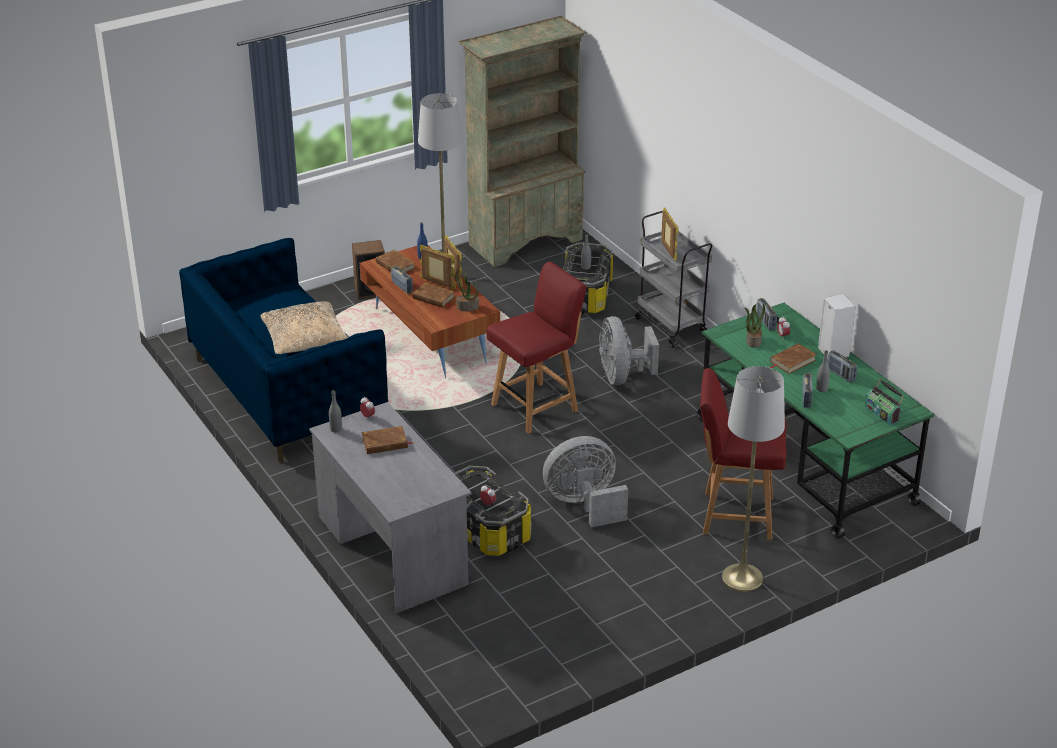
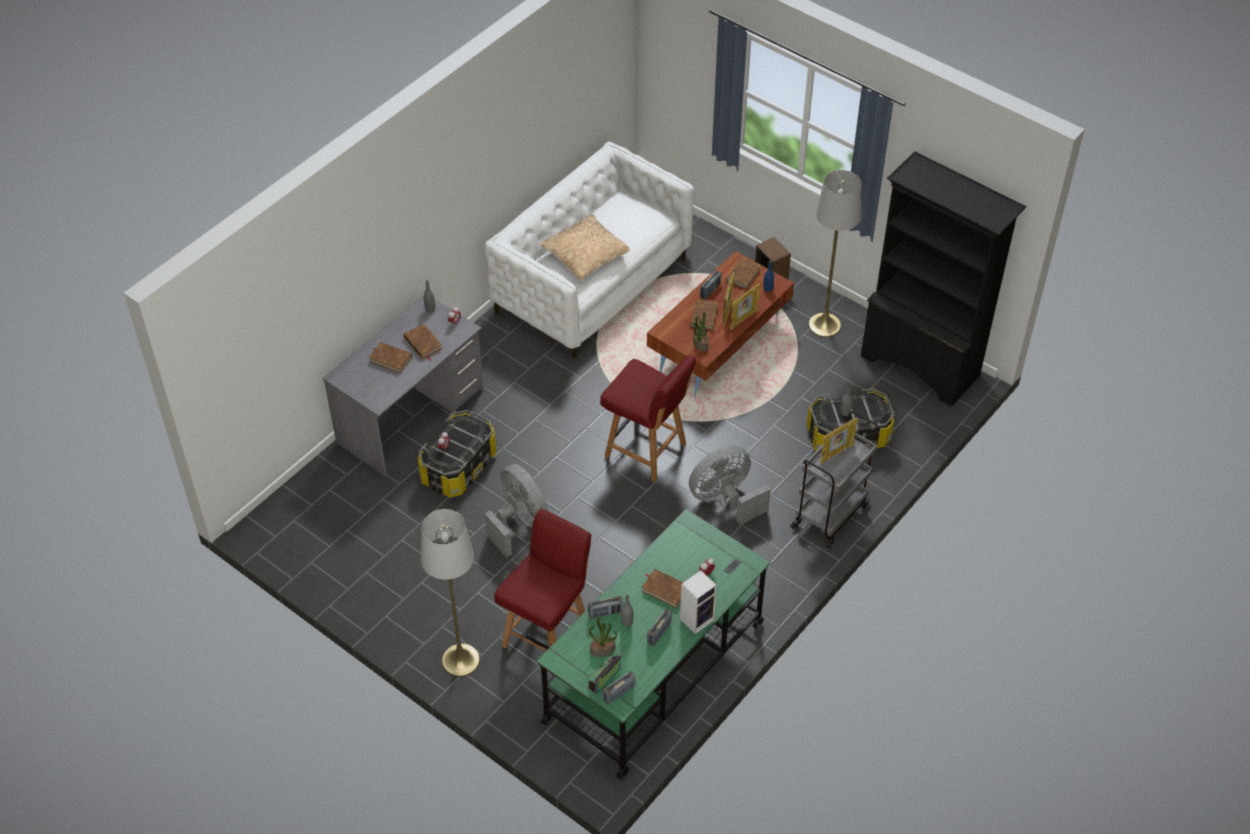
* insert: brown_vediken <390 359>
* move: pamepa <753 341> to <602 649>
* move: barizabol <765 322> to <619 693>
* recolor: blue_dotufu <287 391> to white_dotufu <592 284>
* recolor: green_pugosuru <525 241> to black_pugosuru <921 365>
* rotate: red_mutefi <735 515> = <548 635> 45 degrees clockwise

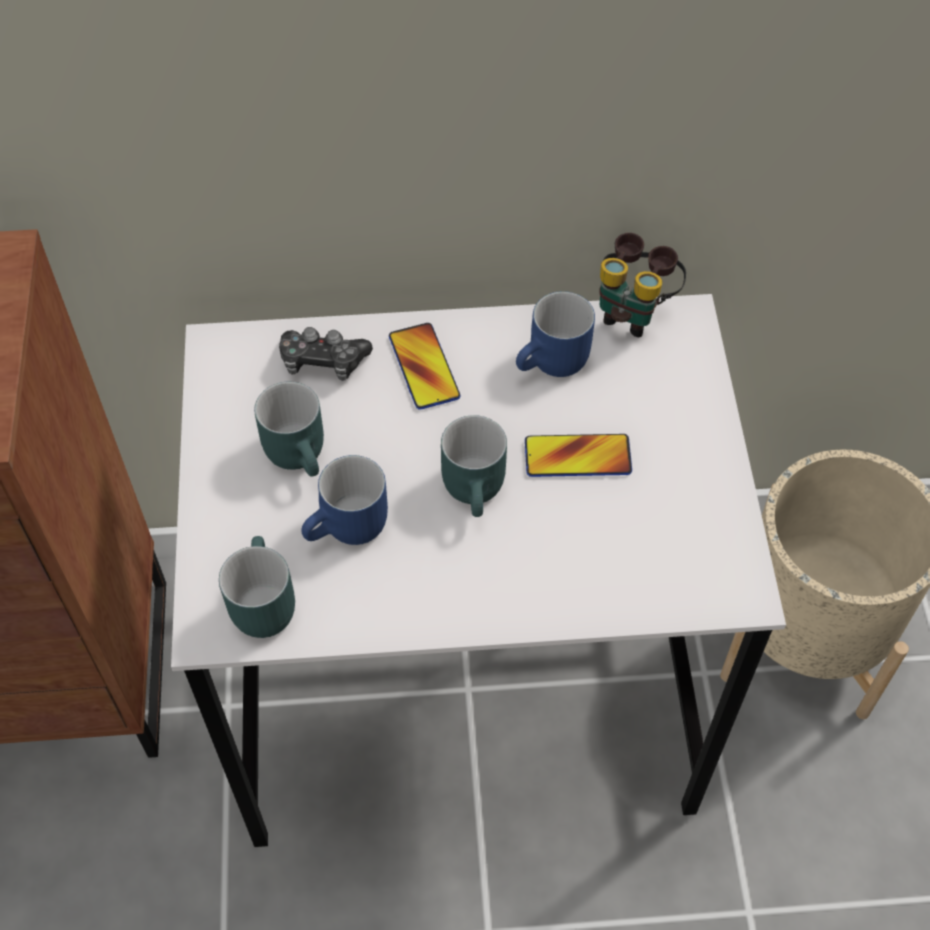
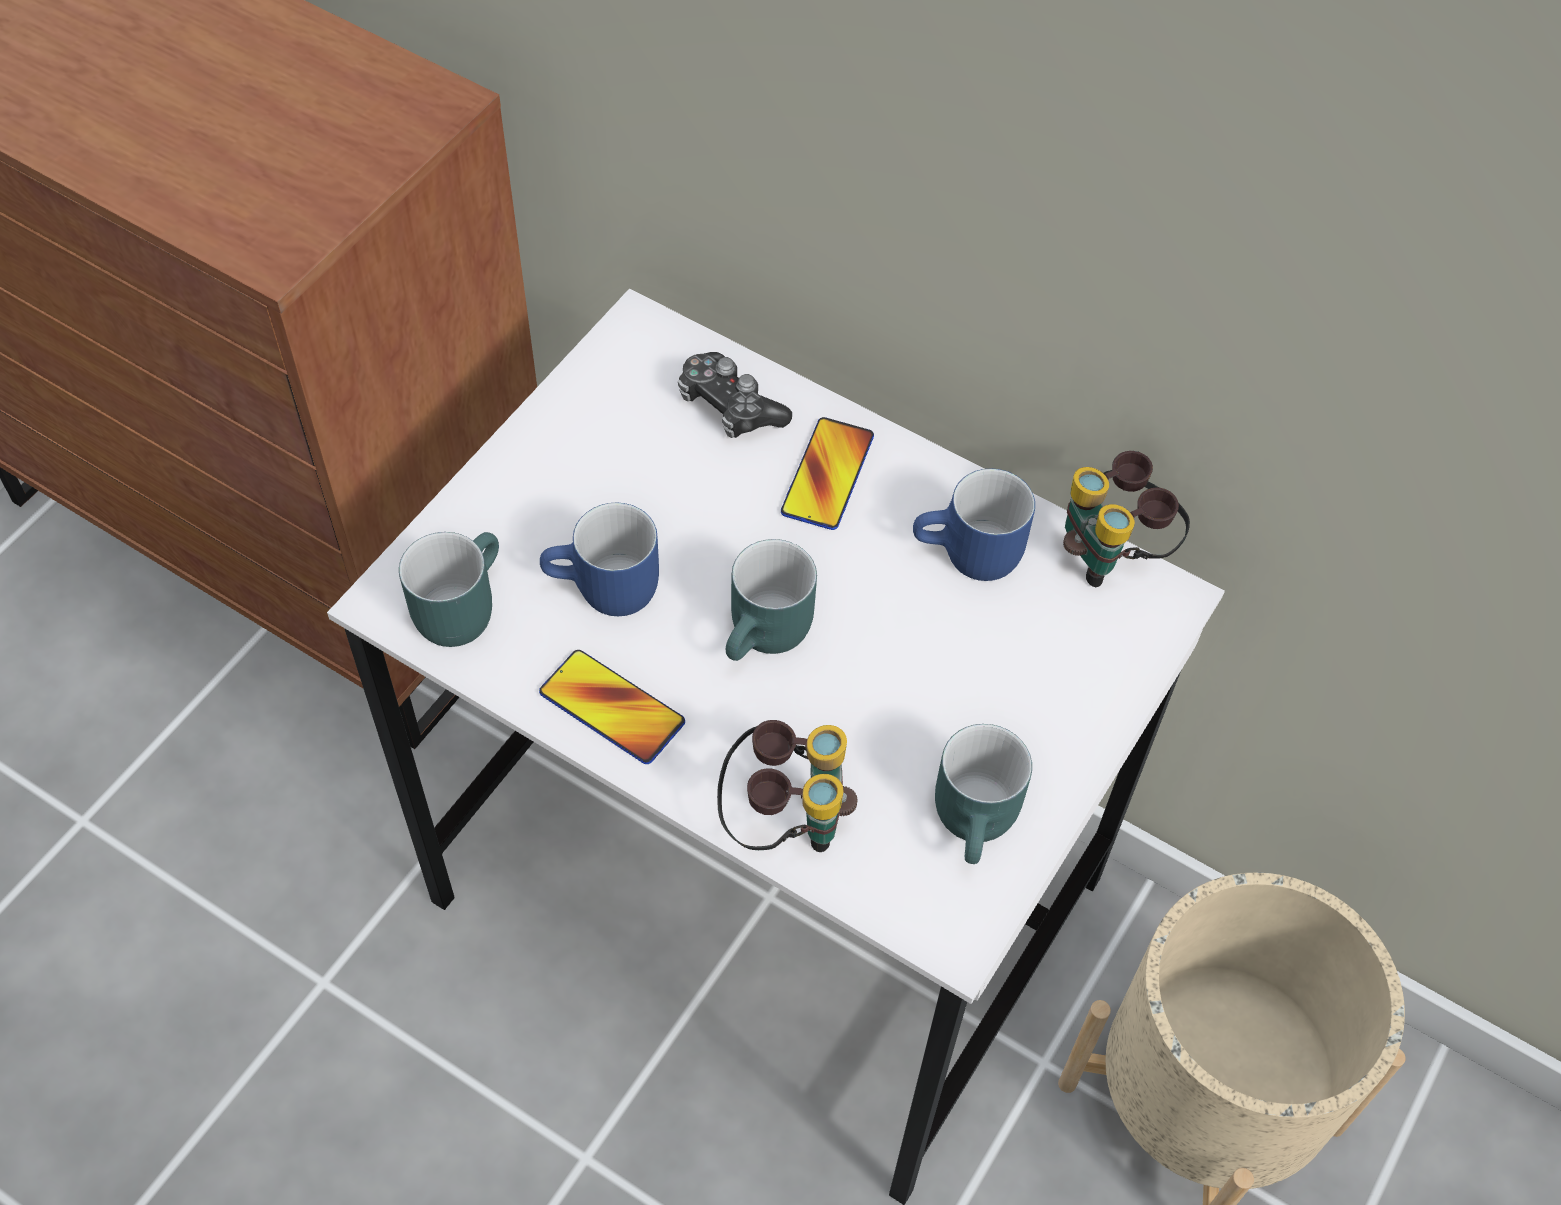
* insert: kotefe <786 820>
* move: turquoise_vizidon <302 453> to <980 823>
* move: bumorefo <577 457> to <612 708>

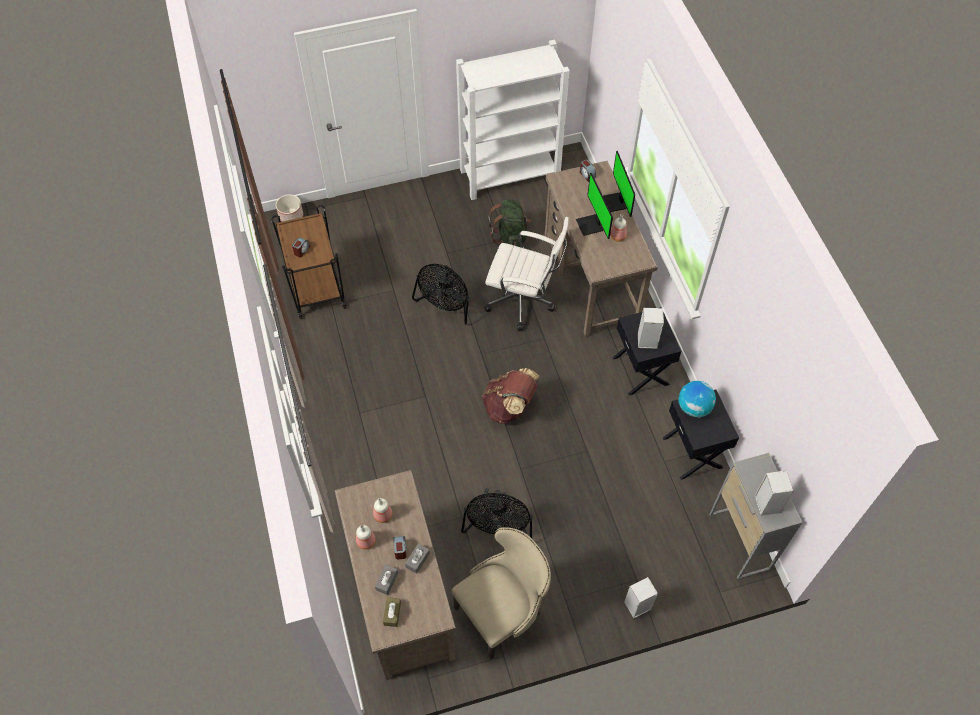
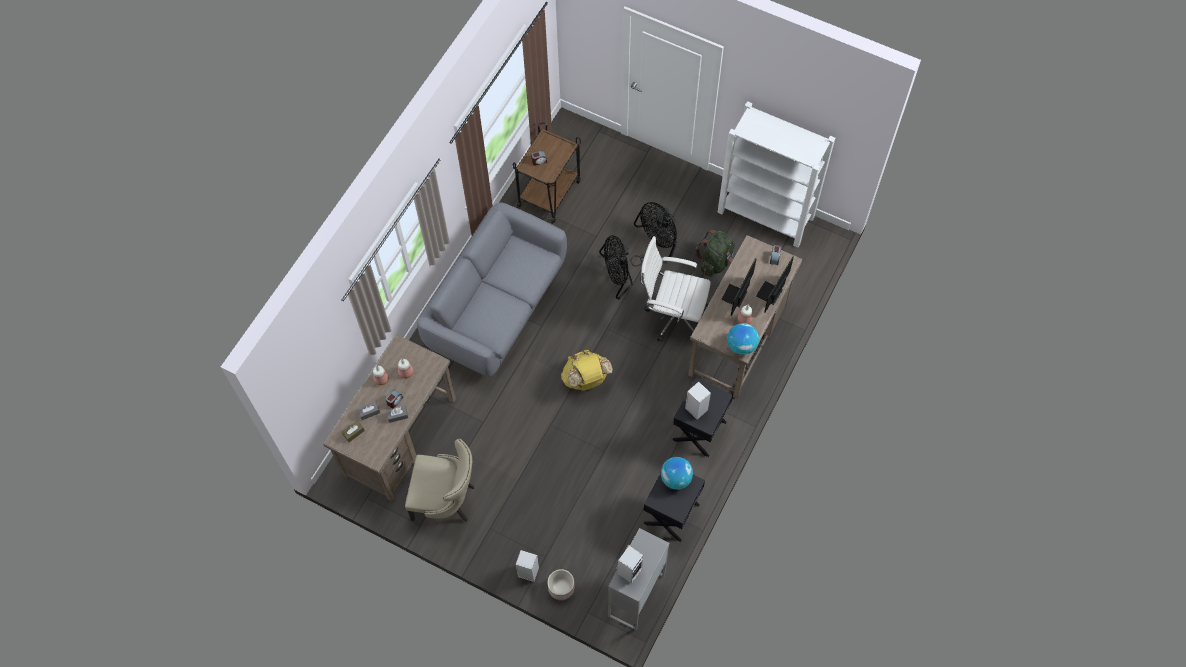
* insert: grey_dotufu <496 307>
* insert: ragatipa <741 345>
* move: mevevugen <291 216> to <561 588>
* move: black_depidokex <496 523> to <660 237>
* recolor: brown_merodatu <509 407> to yellow_merodatu <586 379>
* rotate: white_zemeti <523 302> = <673 316> 135 degrees clockwise

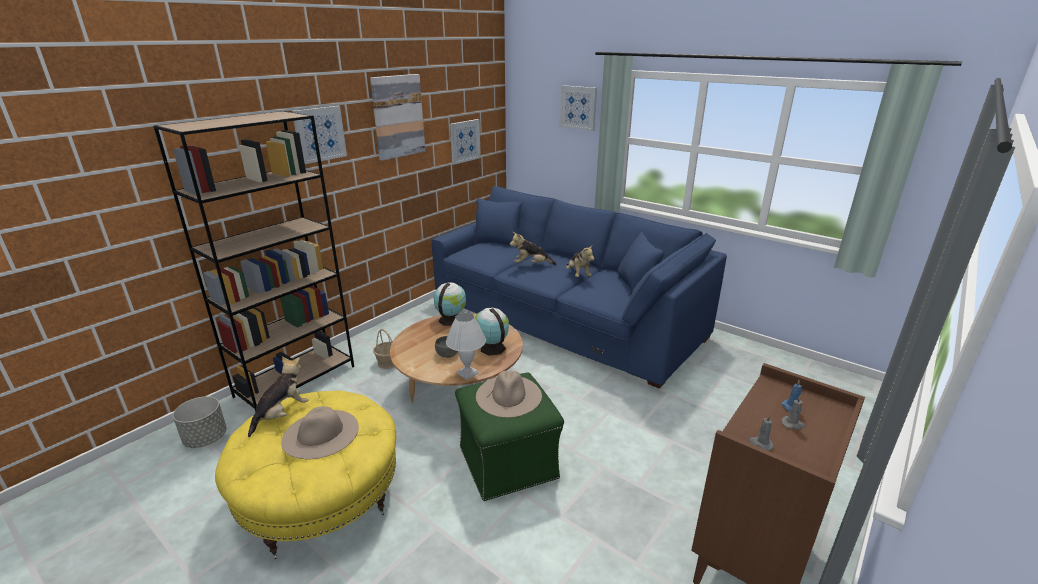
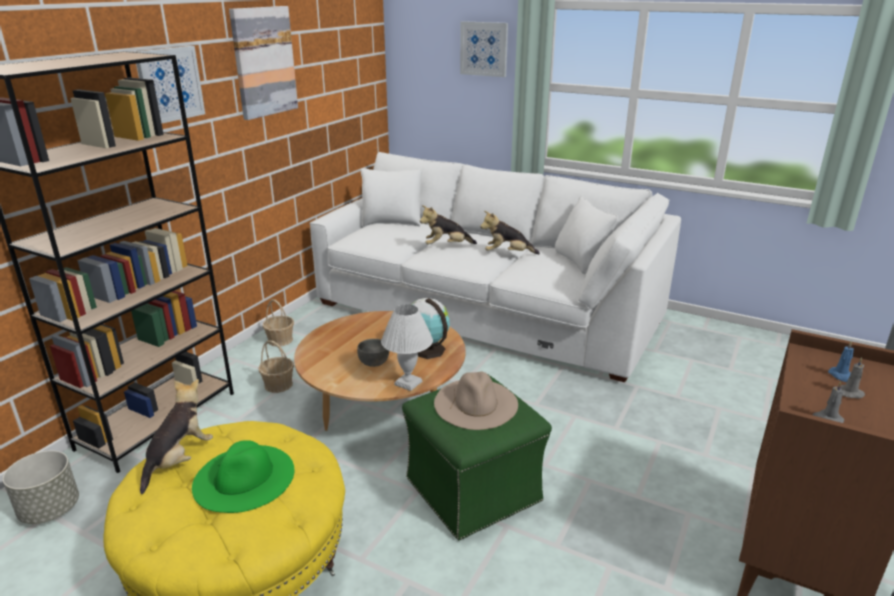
* delete: ragatipa <450 319>
* delete: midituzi <464 141>
* insert: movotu <280 340>
* recolor: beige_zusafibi <320 434> to green_zusafibi <244 478>
* recolor: blue_dotufu <564 319> to white_dotufu <486 312>
* rotate: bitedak <578 275> = <507 254> 120 degrees clockwise

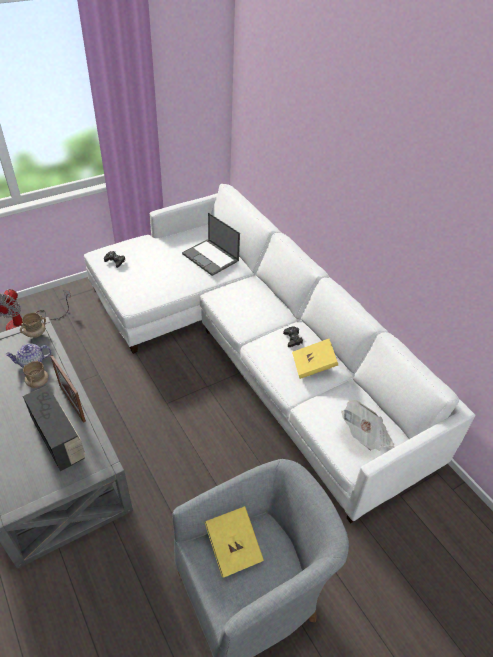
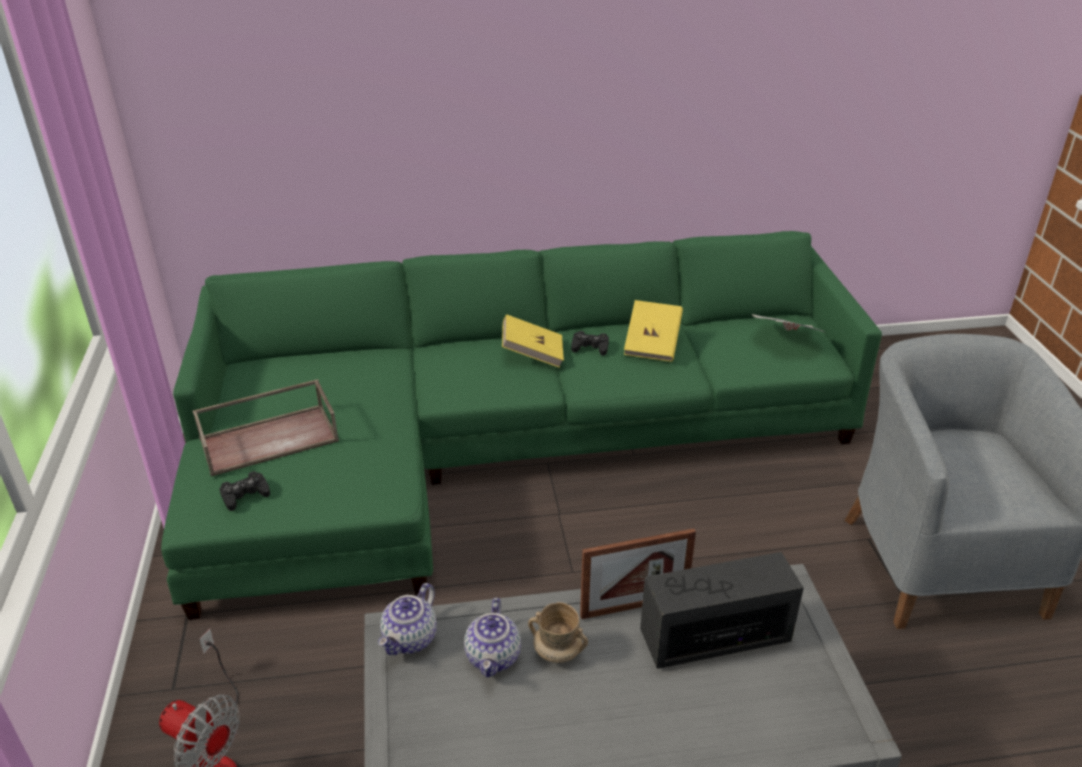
* delete: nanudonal <211 257>
* insert: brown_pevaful <270 438>
* move: yellow_vediken <233 547> to <532 354>
* replace: beige_vizidon <36 334> to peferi <410 639>
* recolor: white_dotufu <250 345> to green_dotufu <496 443>

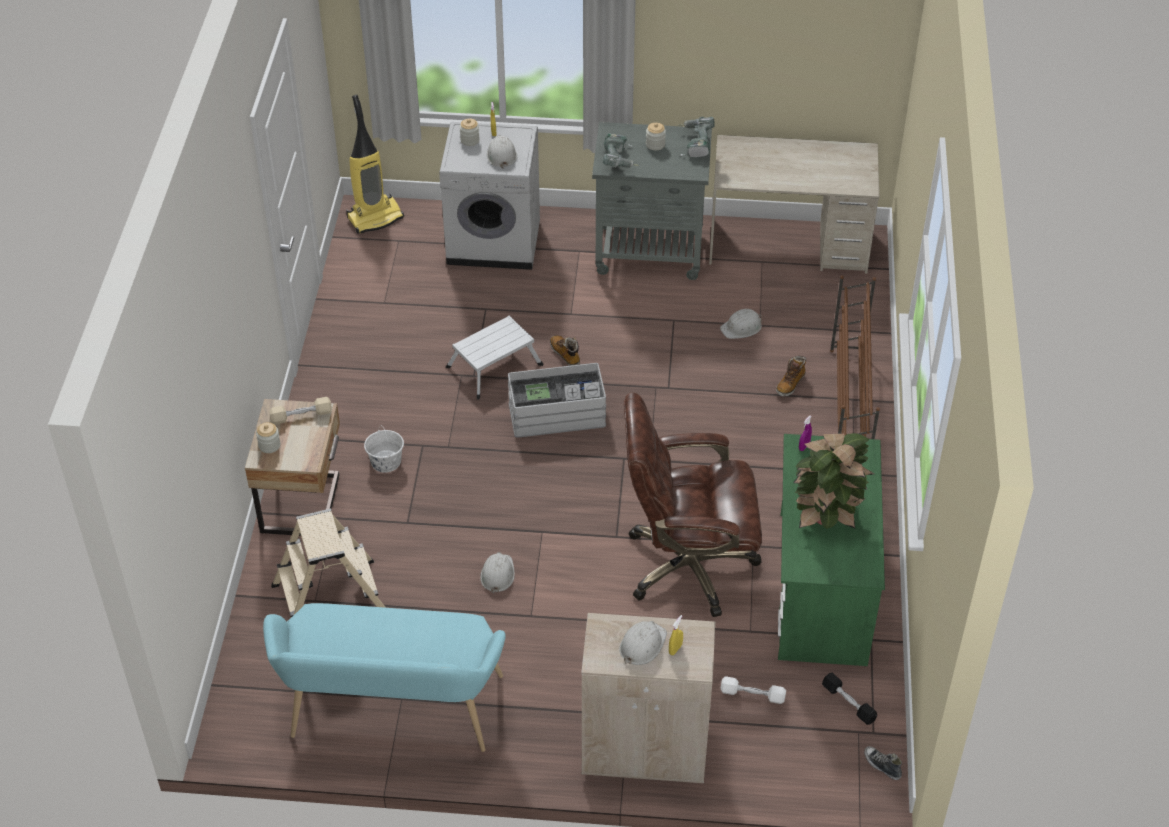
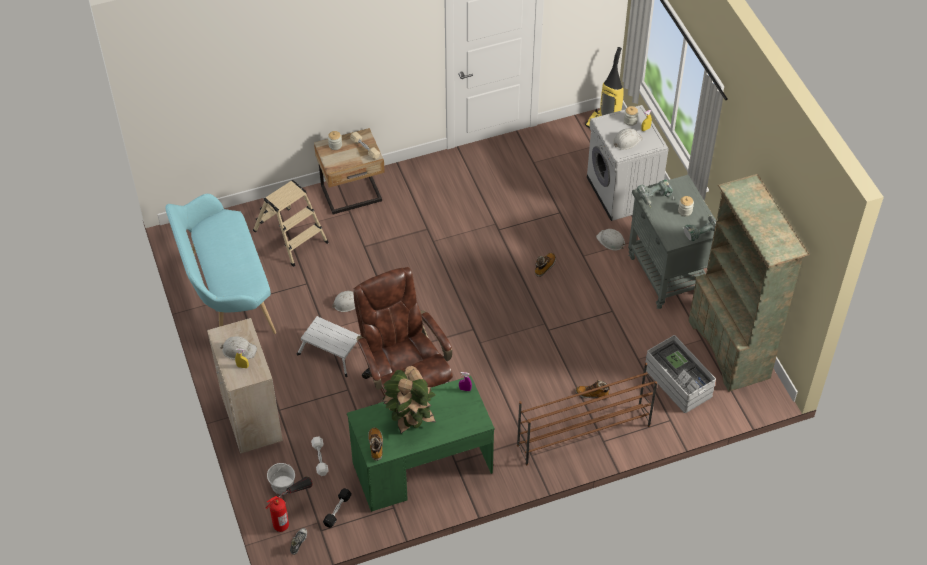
* insert: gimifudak <291 515>
* insert: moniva <376 446>
* move: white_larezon <386 461> to <283 485>
* move: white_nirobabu <493 366> to <331 350>
* move: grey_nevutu <557 413> to <678 382>
* move: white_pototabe <742 327> to <611 241>
* replace: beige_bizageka <788 245> to green_pugosuru <729 349>

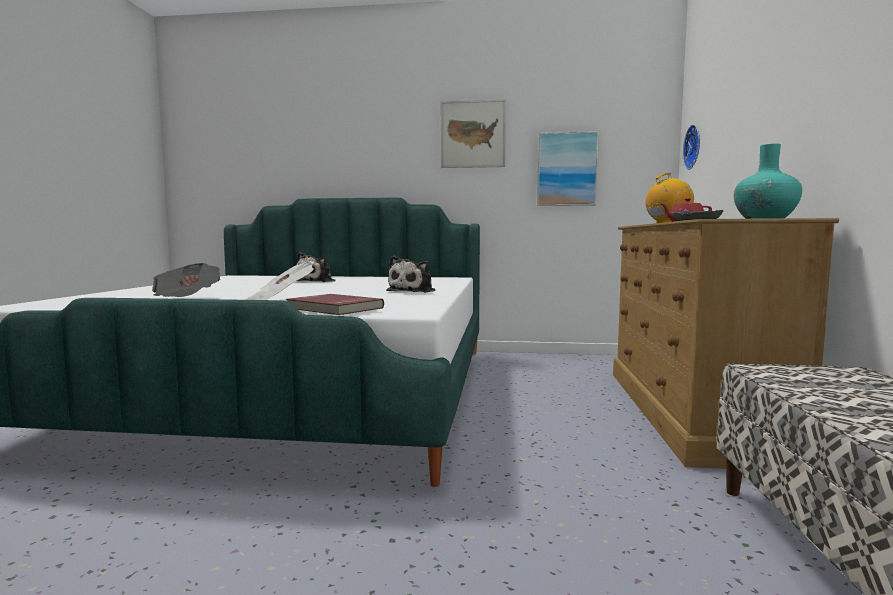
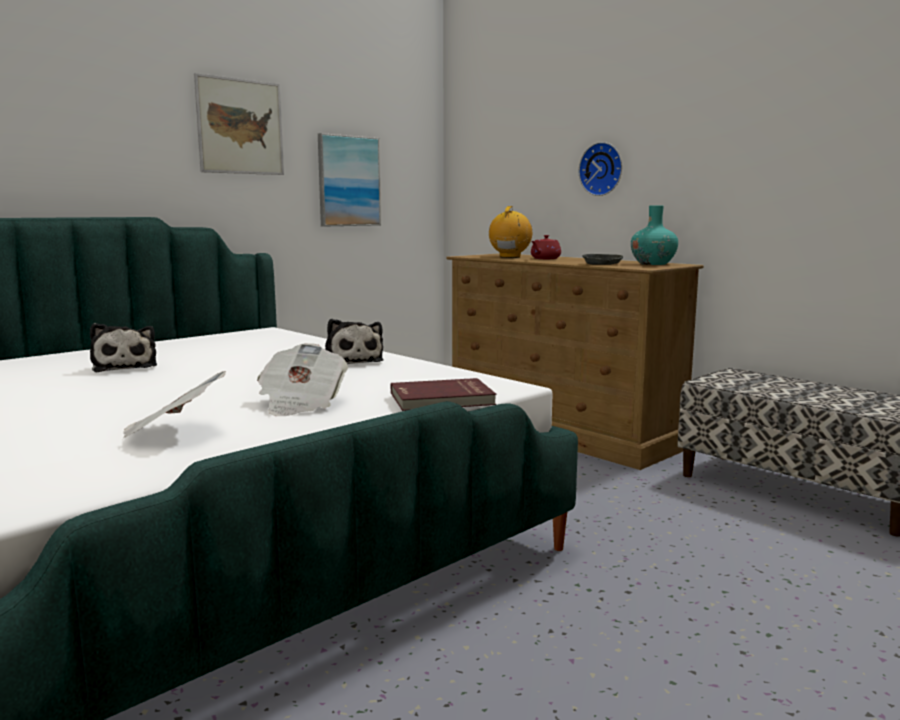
* move: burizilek <694 147> to <602 169>

